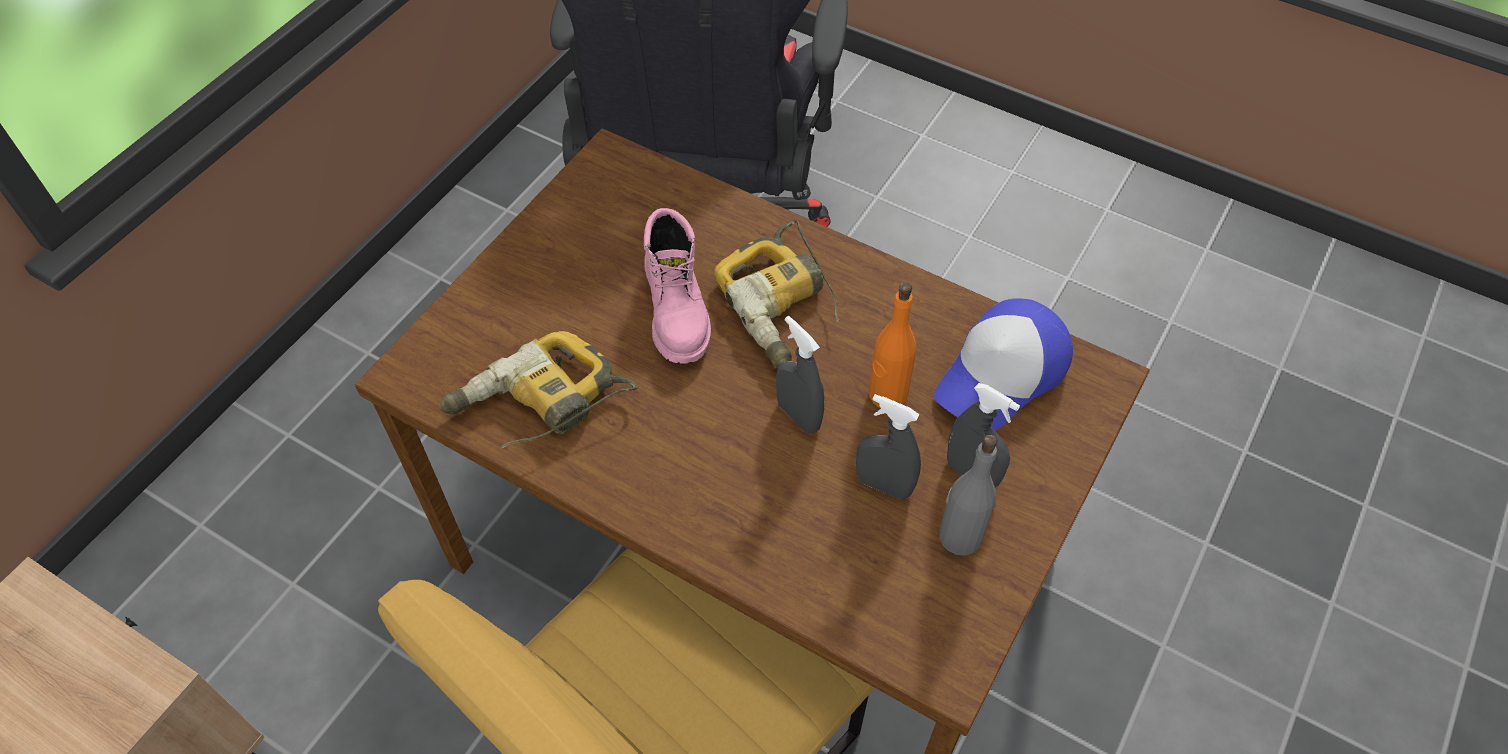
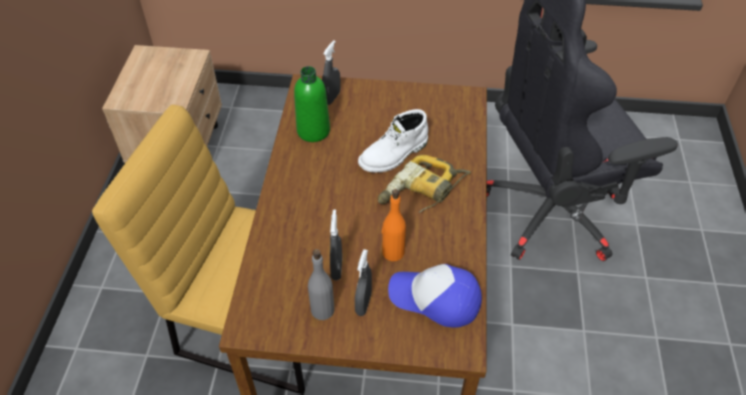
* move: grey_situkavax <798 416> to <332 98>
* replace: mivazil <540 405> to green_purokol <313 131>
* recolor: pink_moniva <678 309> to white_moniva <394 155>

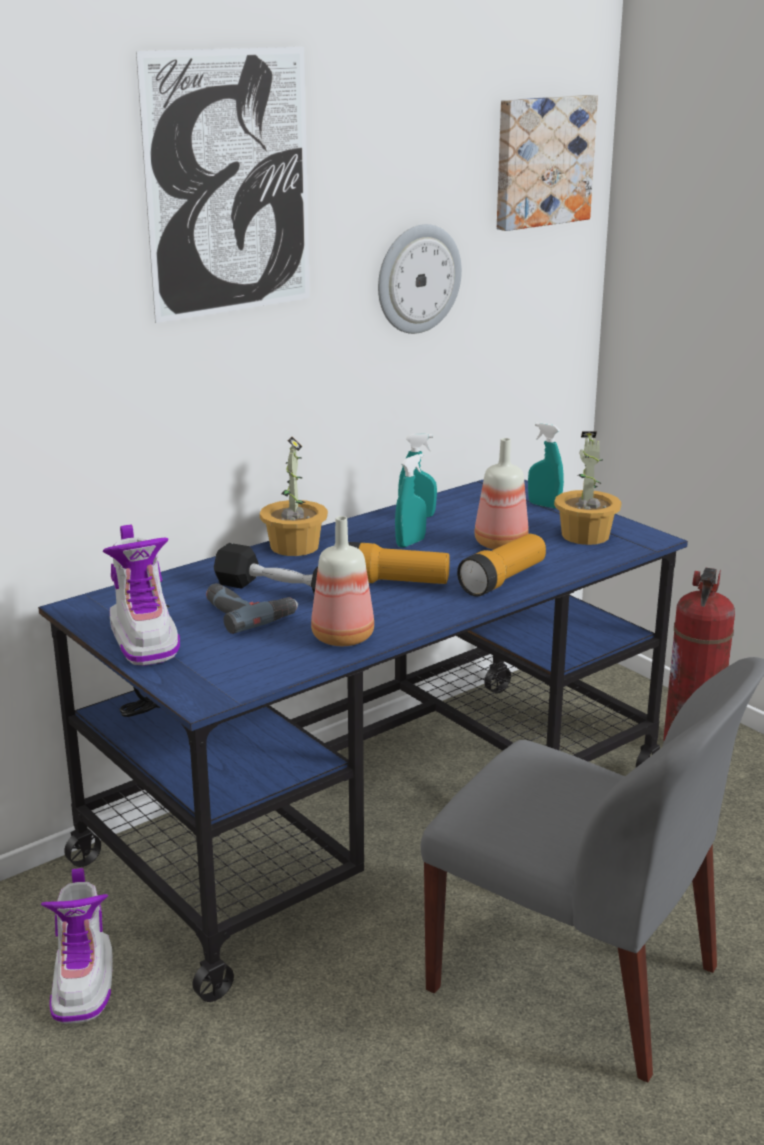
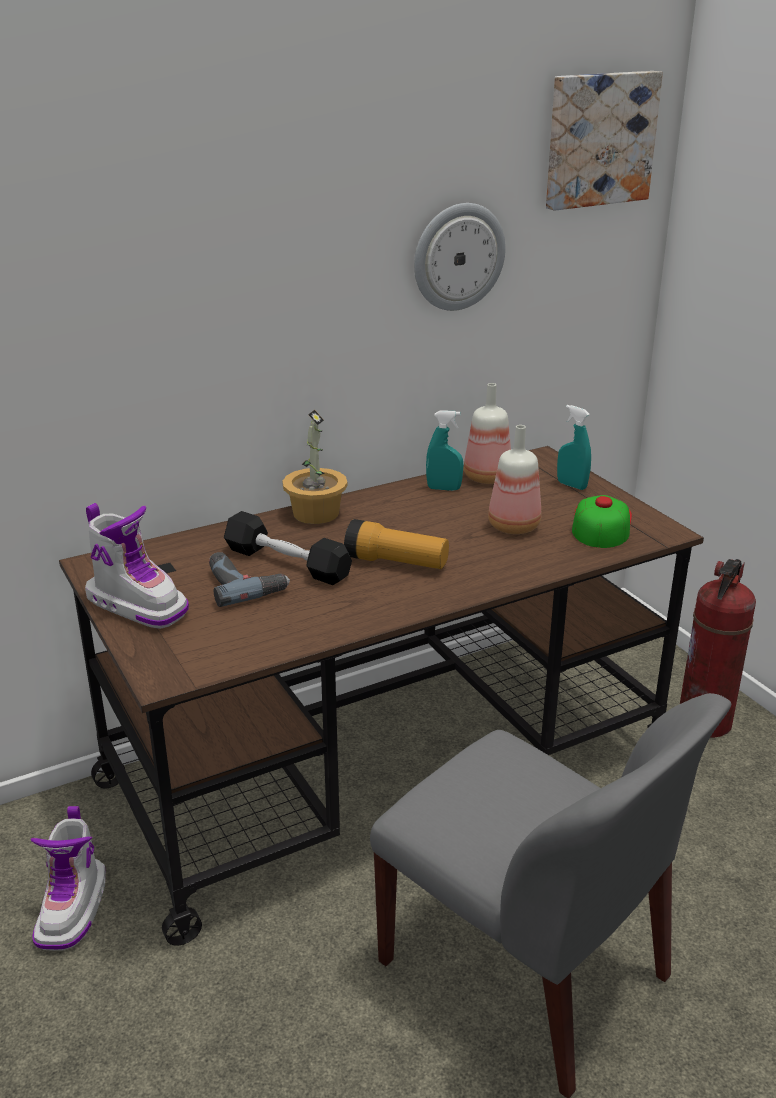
* delete: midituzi <229 184>
* delete: turquoise_situkavax <410 543>
* delete: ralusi <503 580>
* move: purokol <341 637> to <486 477>
* replace: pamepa <585 536> to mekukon <601 523>
* recolor: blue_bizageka <379 816> to brown_bizageka <386 767>
* rotate: moniva <145 639> = <137 605> 45 degrees counterclockwise

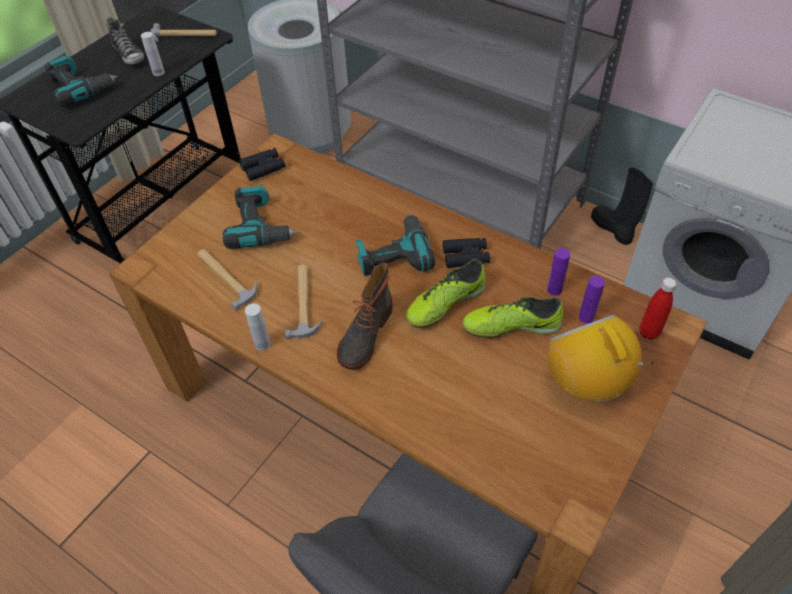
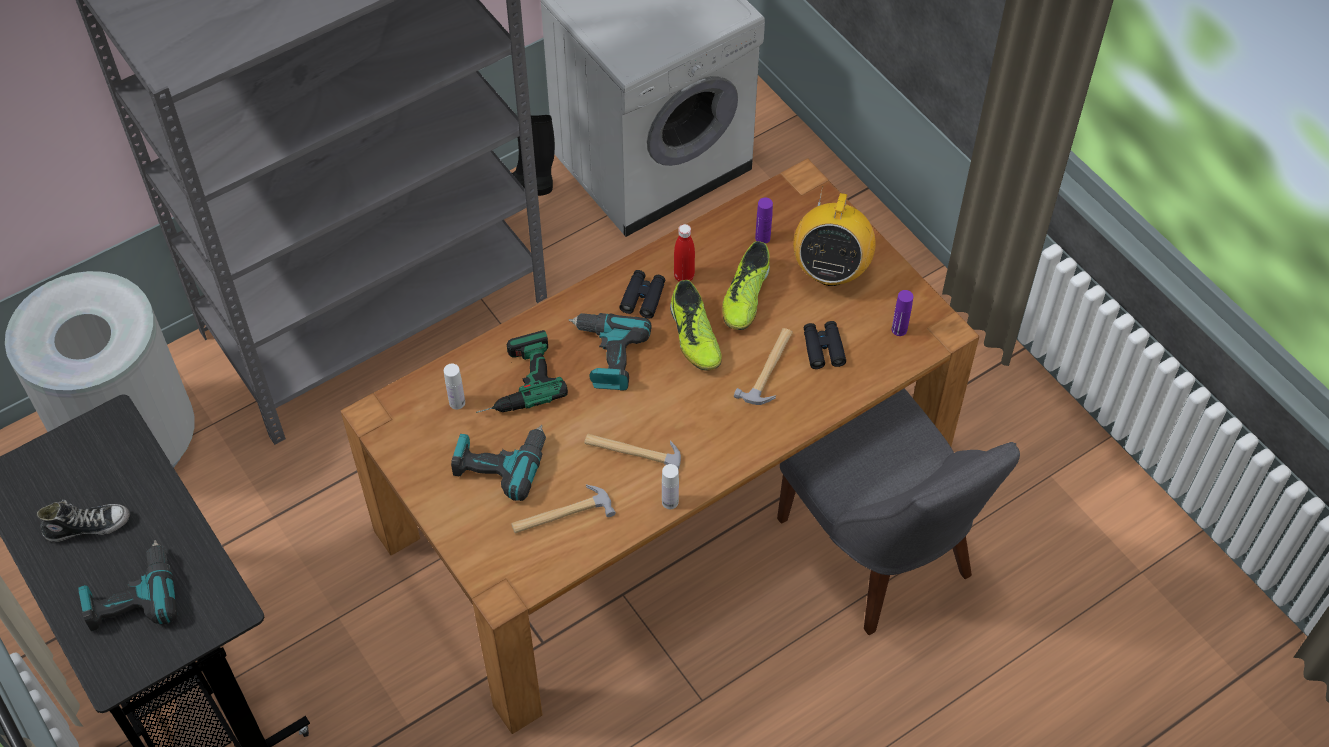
* delete: moniva <364 335>
* insert: mivazil <514 381>
* move: white_purokol <158 72> to <457 402>
* move: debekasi <183 35> to <769 368>
* move: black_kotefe <263 168> to <823 348>
* move: purple_purokol <554 289> to <899 329>
* move: red_purokol <648 333> to <684 277>
* rotate: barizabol <585 383> = <830 270> 75 degrees counterclockwise

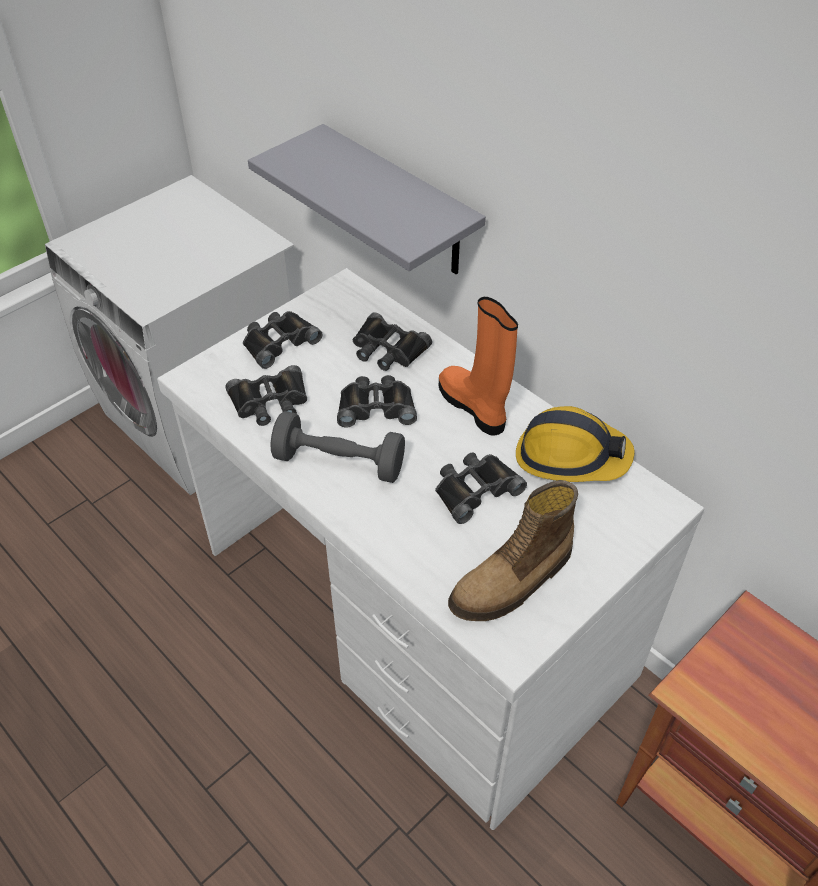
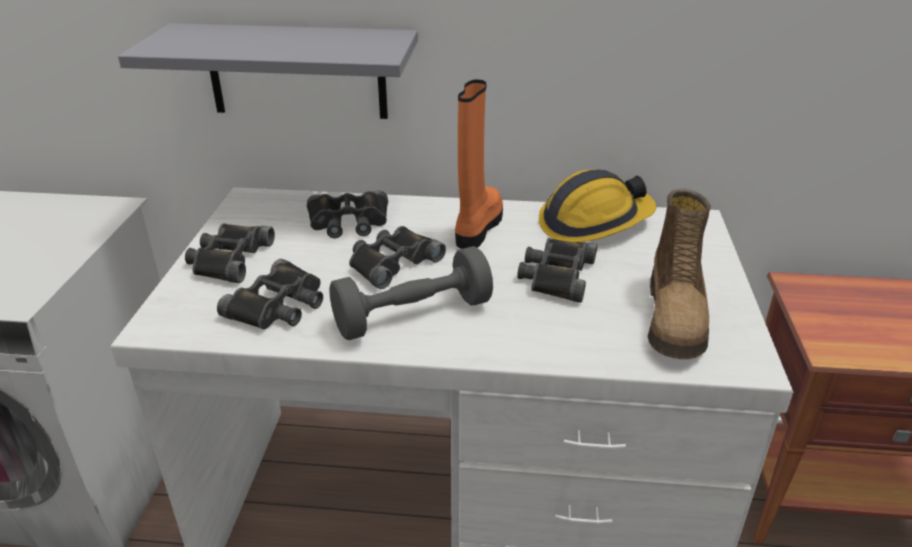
* rotate: orange_moniva <474 407> = <477 226> 90 degrees clockwise

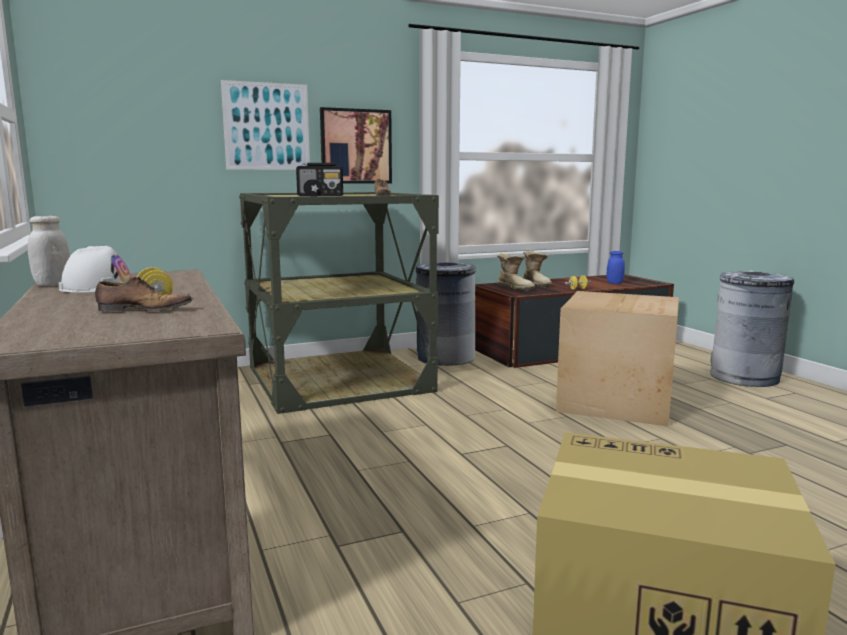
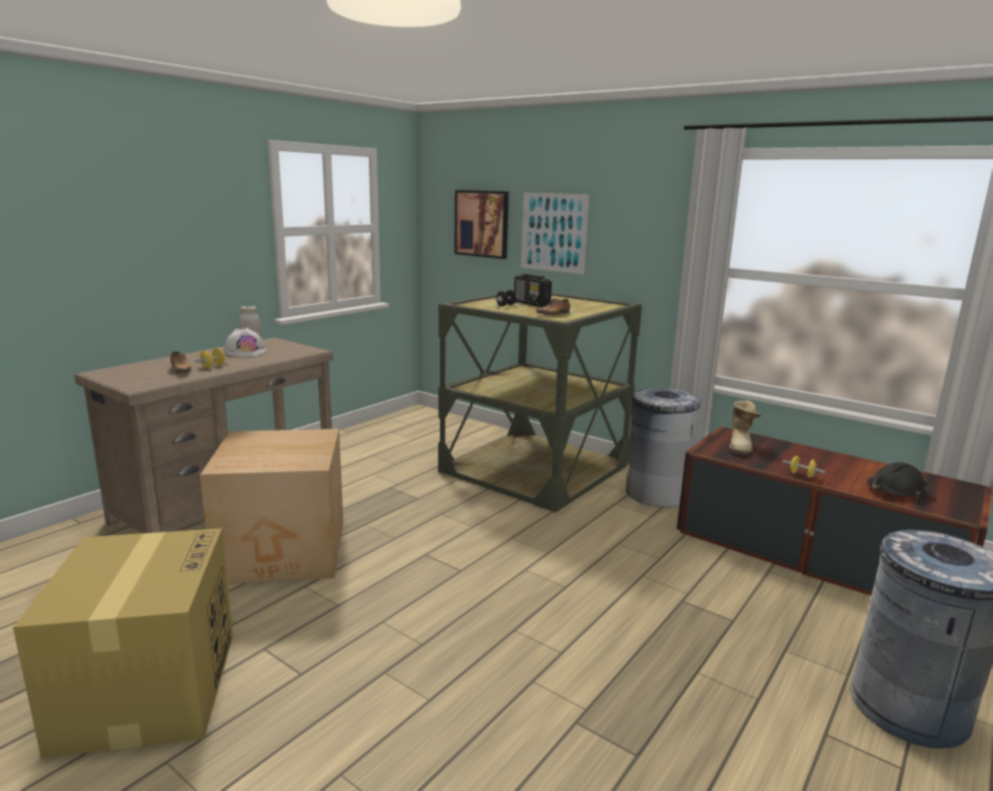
* delete: moniva <537 284>
* move: midituzi <356 146> to <482 223>
* move: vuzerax <617 401> to <285 552>
* replace: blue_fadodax <614 283> to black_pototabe <894 490>

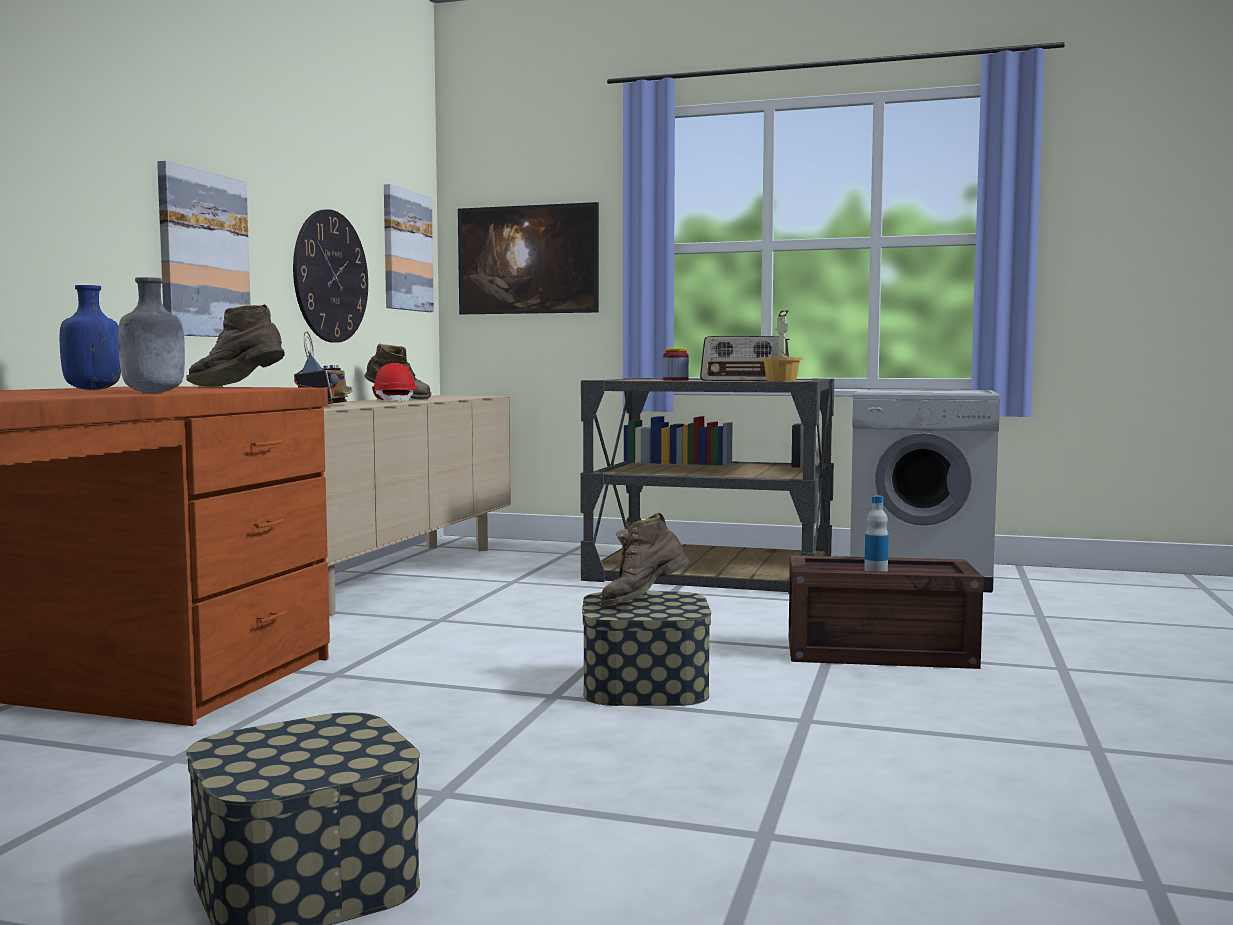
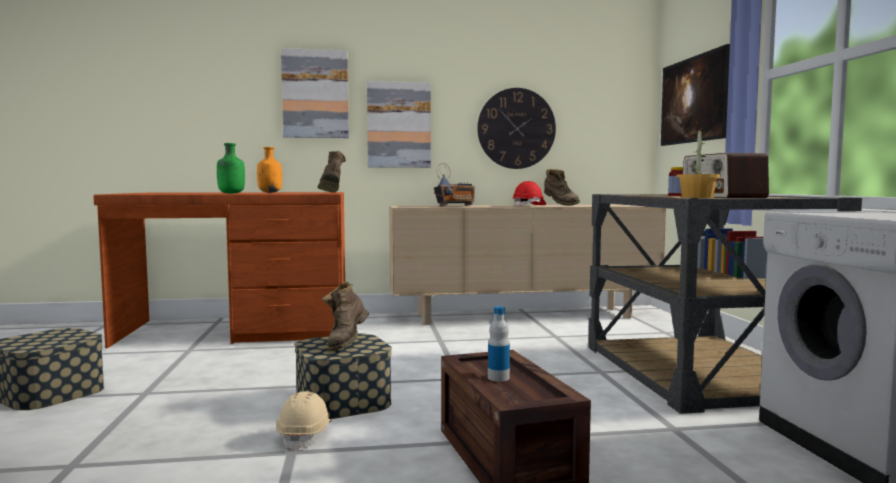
* insert: beige_pototabe <305 436>
* move: midituzi <406 251> to <315 94>
* recolor: blue_purokol <91 389> to orange_purokol <270 192>
* recolor: grey_purokol <154 392> to green_purokol <231 193>
* rotate: brown_moniva <643 602> = <346 344> 105 degrees counterclockwise

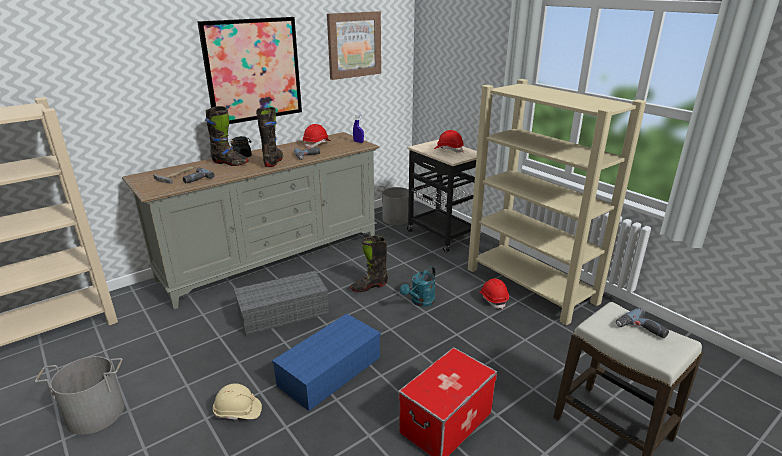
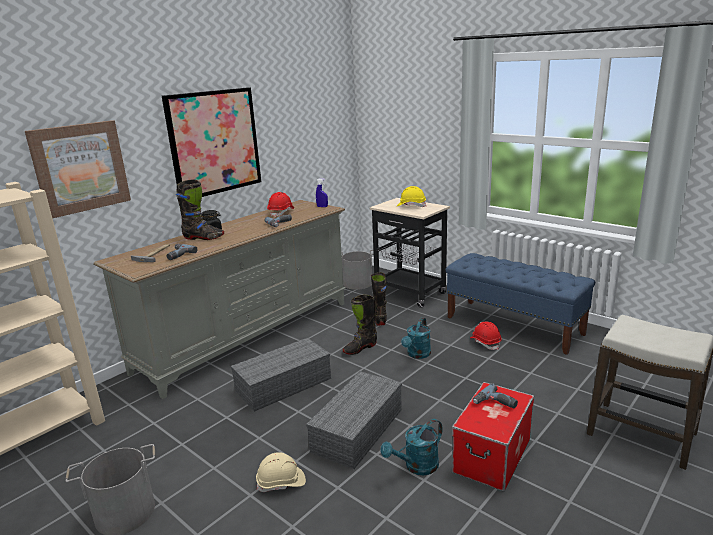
* insert: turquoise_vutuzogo <416 467>
* move: black_moniva <273 162> to <379 319>
* move: midituzi <354 45> to <80 168>
* move: mivazil <641 330> to <495 403>
* replace: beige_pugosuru <530 285> to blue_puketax <514 325>
* recolor: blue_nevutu <330 370> to grey_nevutu <357 429>
* recolor: red_pototabe <448 150> to yellow_pototabe <411 206>

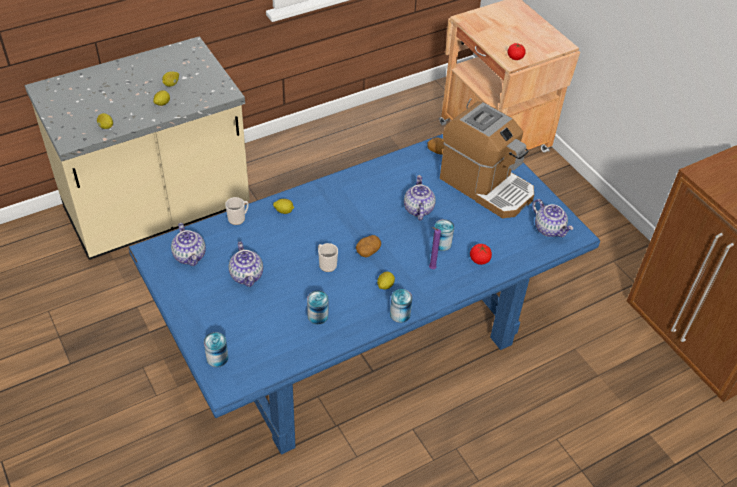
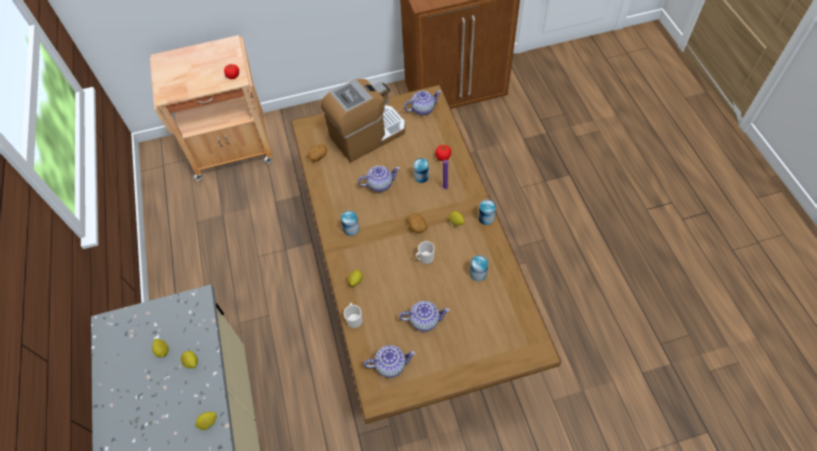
* move: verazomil <217 358> to <351 229>
* recolor: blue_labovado <363 338> to brown_labovado <411 285>
* rotate: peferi <418 209> = <380 184> 150 degrees clockwise

